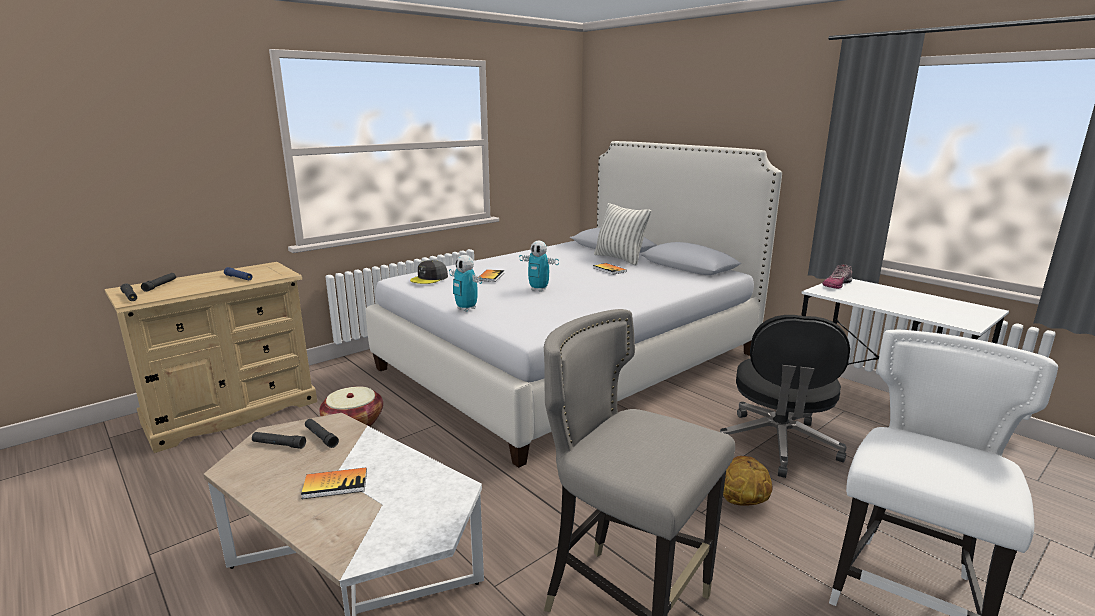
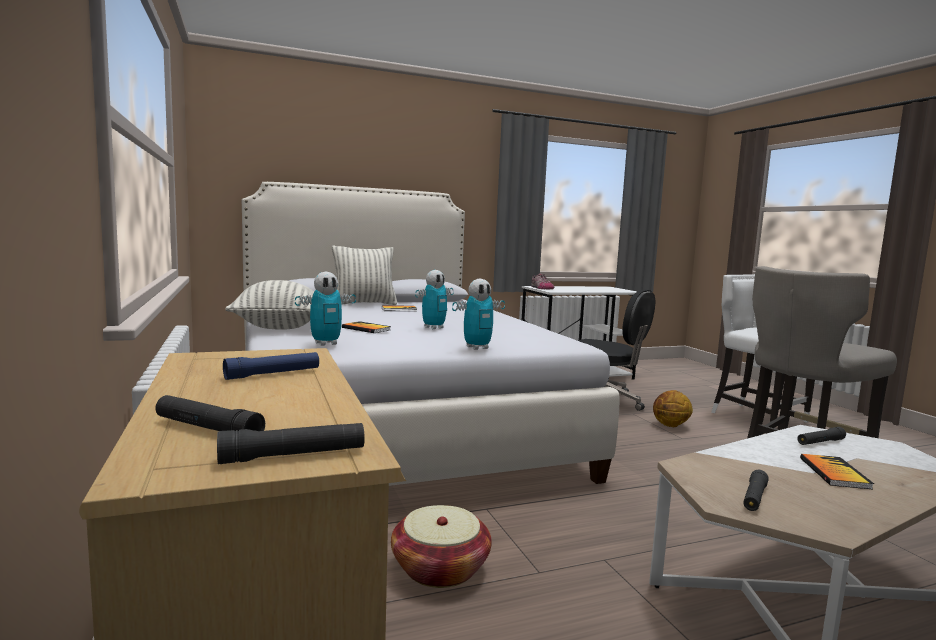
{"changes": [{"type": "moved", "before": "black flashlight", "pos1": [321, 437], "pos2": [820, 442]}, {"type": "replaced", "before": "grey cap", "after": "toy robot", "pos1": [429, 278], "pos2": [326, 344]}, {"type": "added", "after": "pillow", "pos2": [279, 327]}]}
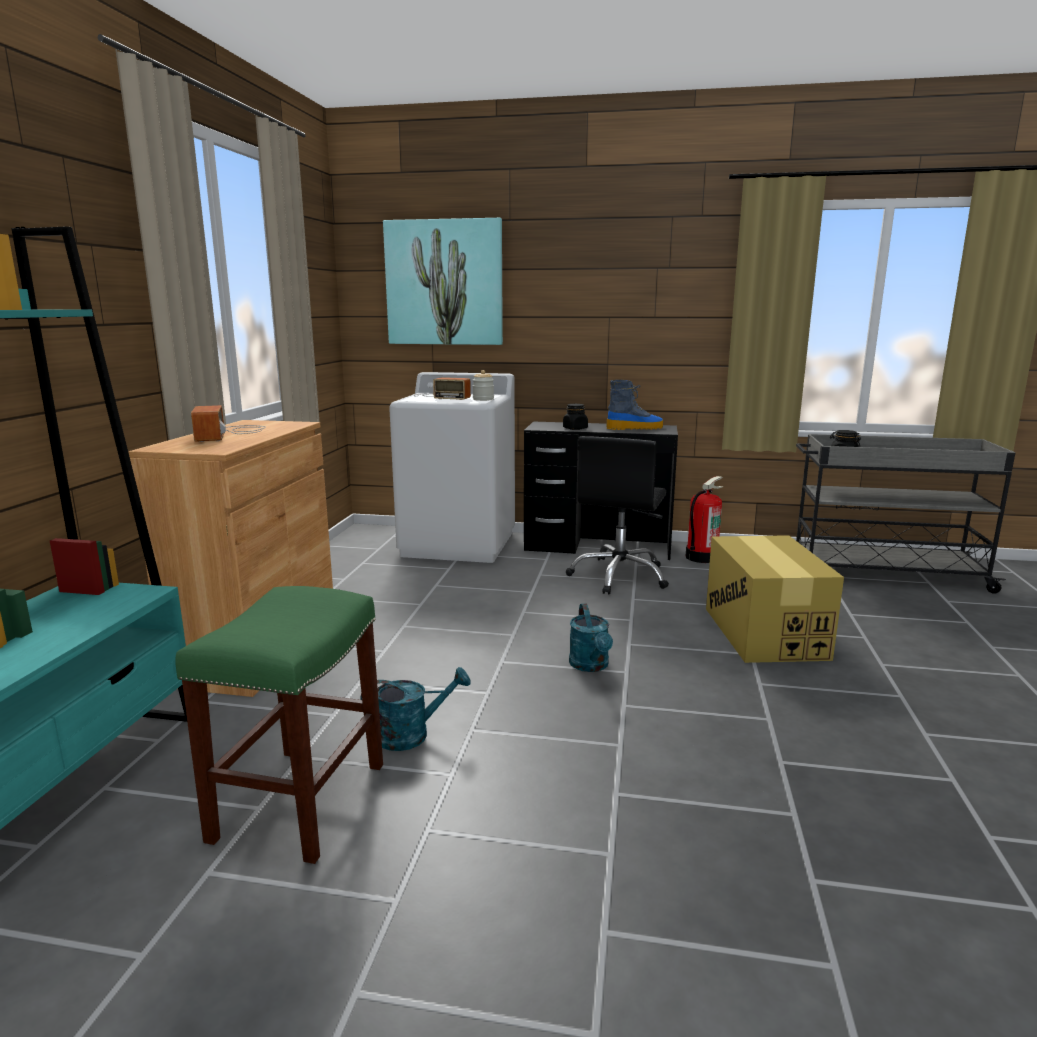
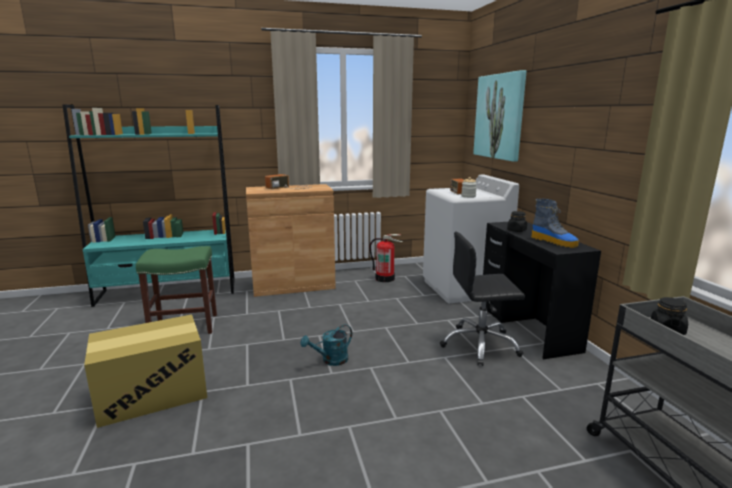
{"changes": [{"type": "removed", "before": "turquoise watering can", "pos1": [412, 735]}, {"type": "moved", "before": "fire extinguisher", "pos1": [701, 557], "pos2": [385, 278]}, {"type": "moved", "before": "cardboard box", "pos1": [764, 632], "pos2": [153, 394]}]}
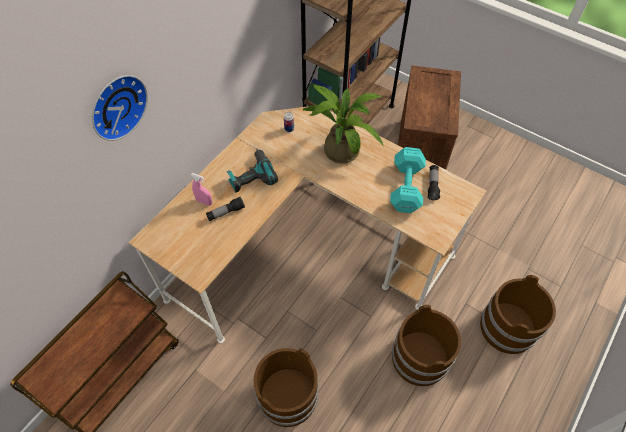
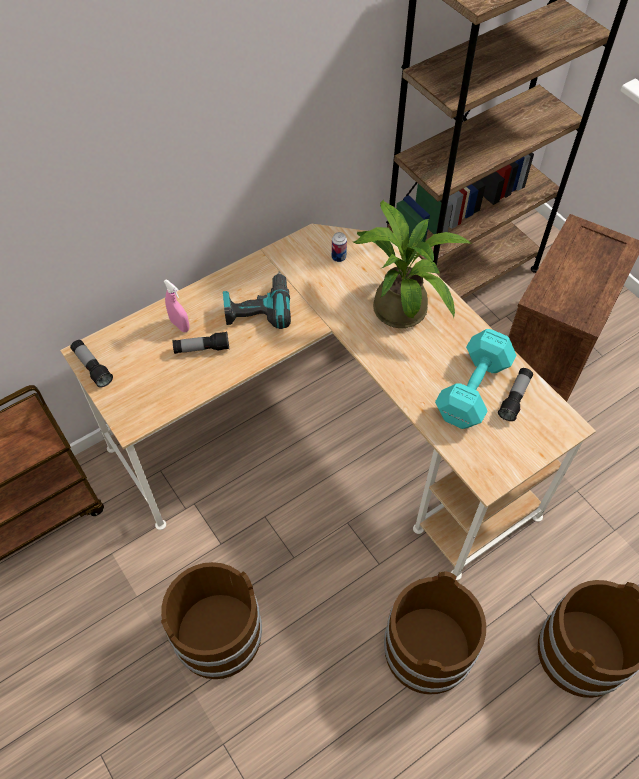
{"changes": [{"type": "removed", "before": "wall clock", "pos1": [116, 105]}, {"type": "added", "after": "flashlight", "pos2": [92, 367]}]}
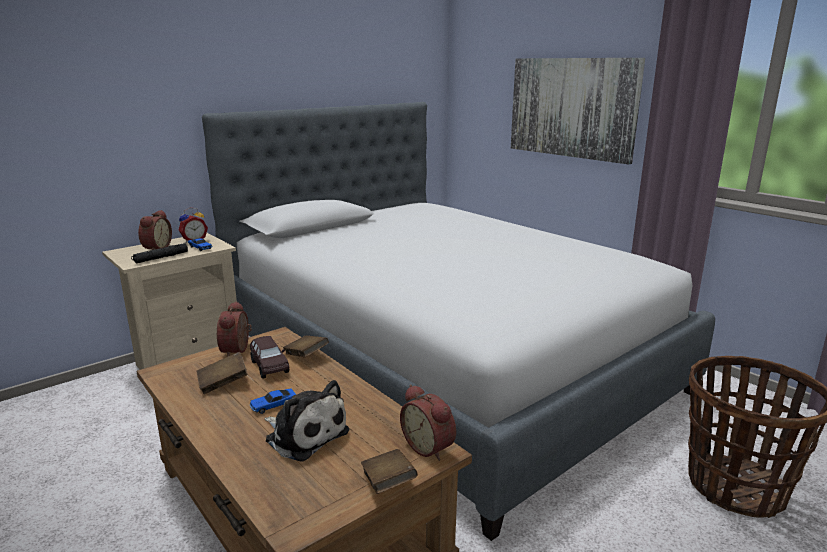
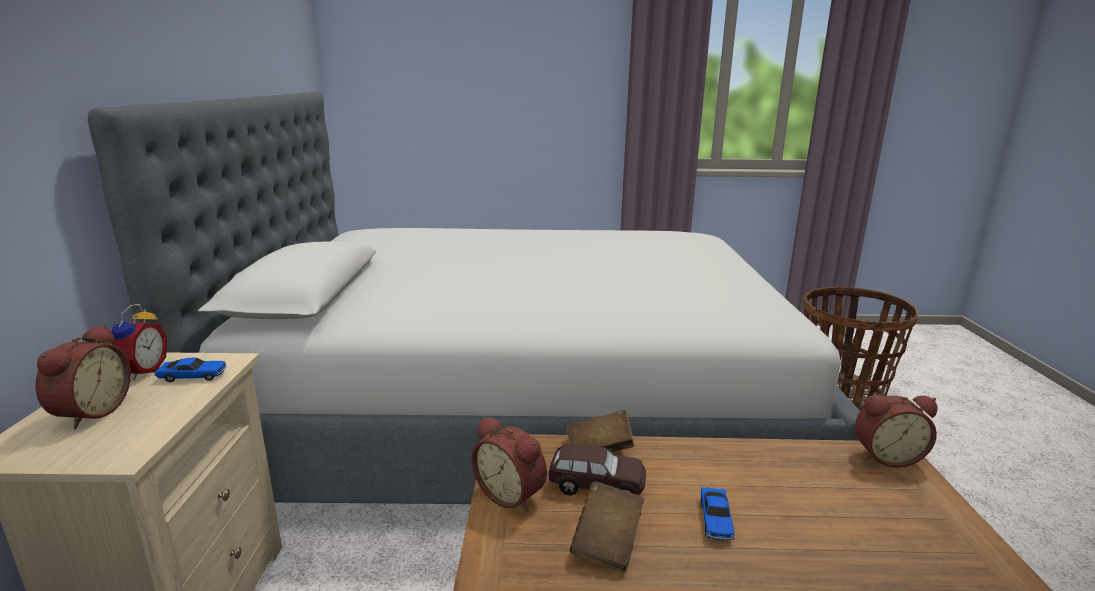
{"changes": [{"type": "removed", "before": "black flashlight", "pos1": [161, 258]}, {"type": "turned", "before": "alarm clock", "pos1": [156, 248], "pos2": [90, 412], "turn": 45}, {"type": "removed", "before": "plush toy", "pos1": [304, 434]}, {"type": "removed", "before": "brown book", "pos1": [388, 483]}, {"type": "removed", "before": "picture", "pos1": [572, 108]}]}
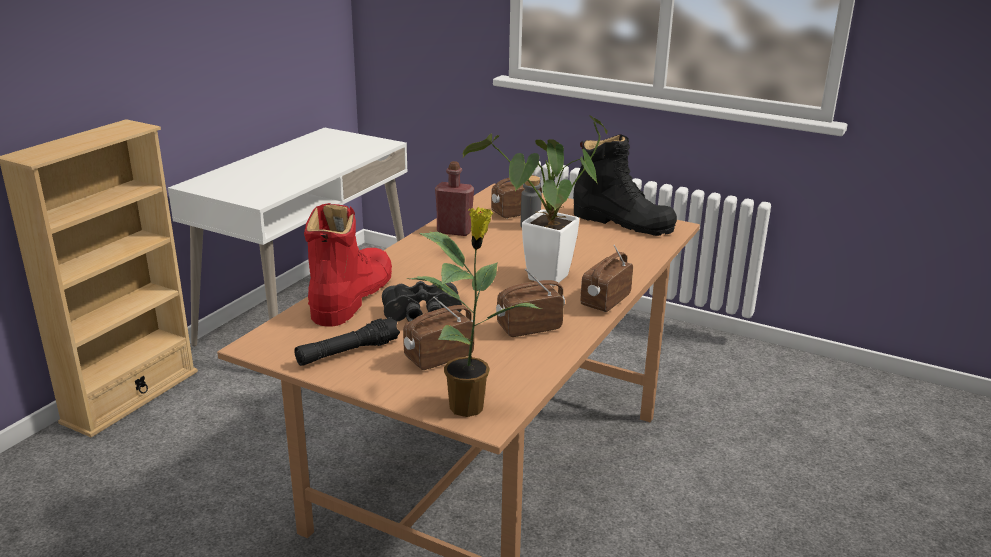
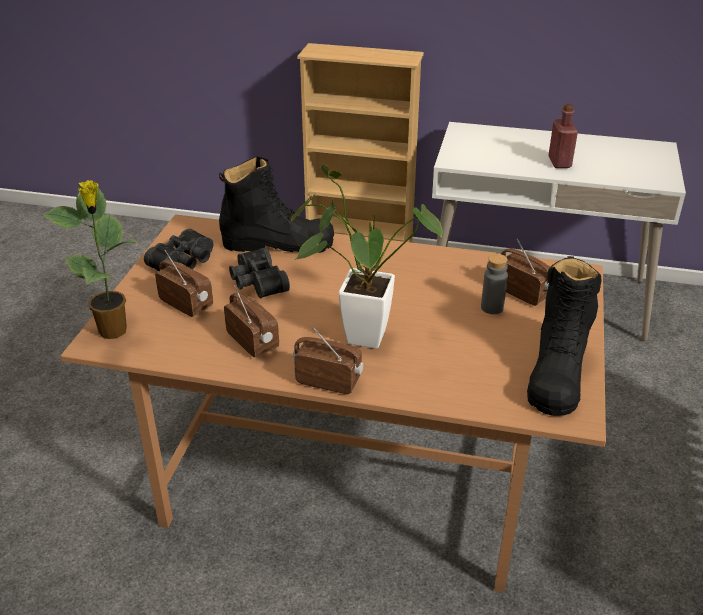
{"changes": [{"type": "replaced", "before": "black flashlight", "after": "black binoculars", "pos1": [347, 352], "pos2": [185, 262]}, {"type": "recoloured", "before": "red boot", "after": "black boot", "pos1": [351, 296], "pos2": [278, 243]}, {"type": "moved", "before": "red bottle", "pos1": [454, 231], "pos2": [559, 162]}]}
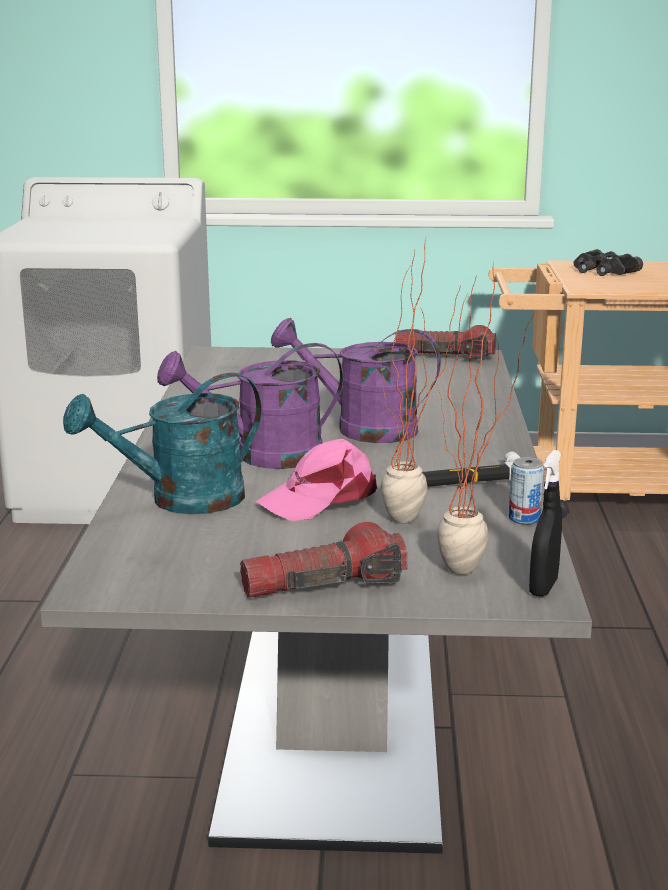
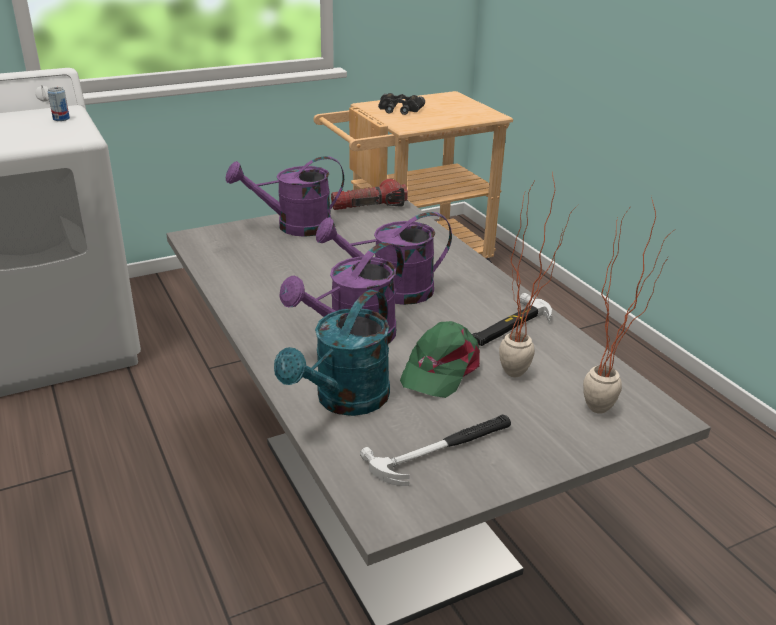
{"changes": [{"type": "removed", "before": "flashlight", "pos1": [324, 585]}, {"type": "recoloured", "before": "pink cap", "after": "green cap", "pos1": [321, 498], "pos2": [440, 369]}, {"type": "moved", "before": "can", "pos1": [524, 518], "pos2": [61, 119]}, {"type": "removed", "before": "black spray bottle", "pos1": [543, 587]}, {"type": "added", "after": "purple watering can", "pos2": [294, 227]}, {"type": "added", "after": "hammer", "pos2": [442, 450]}]}
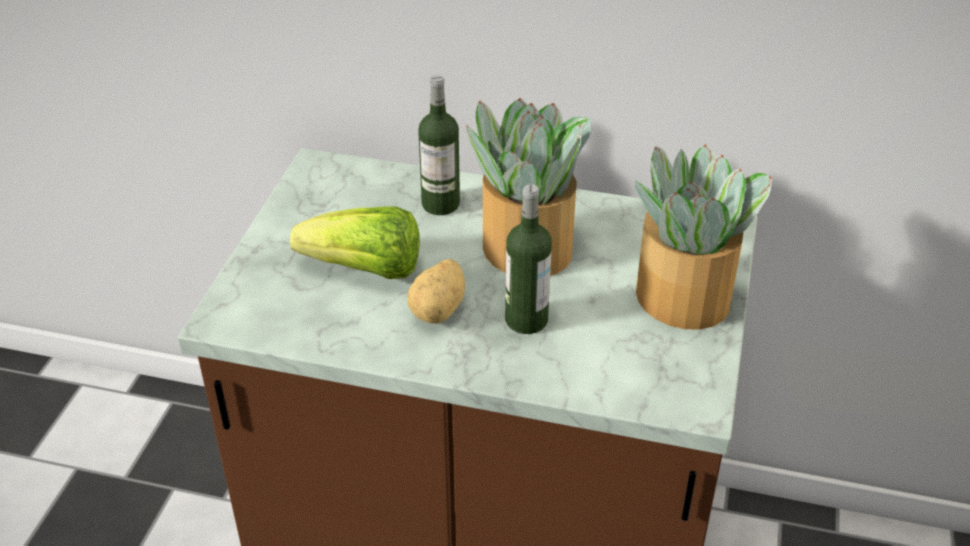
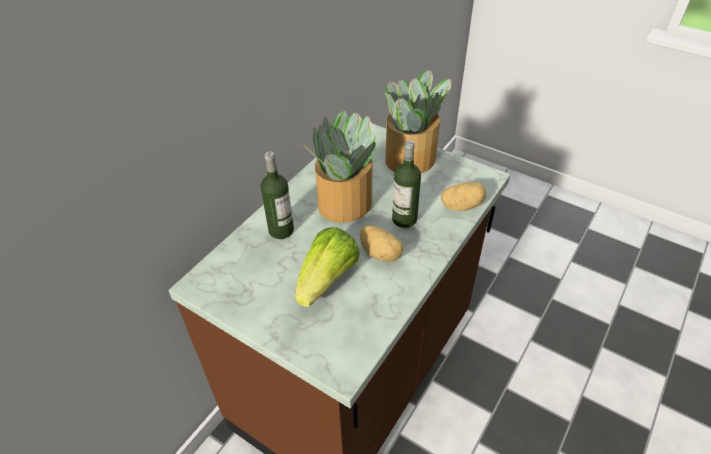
{"changes": [{"type": "added", "after": "potato", "pos2": [461, 205]}]}
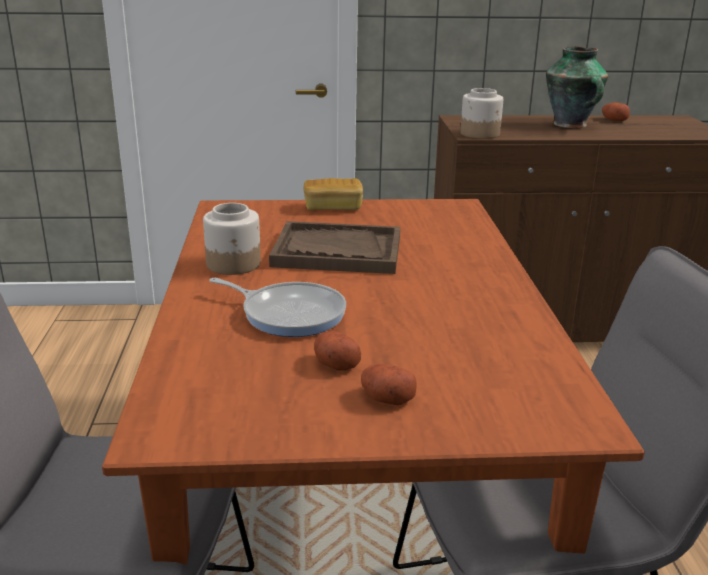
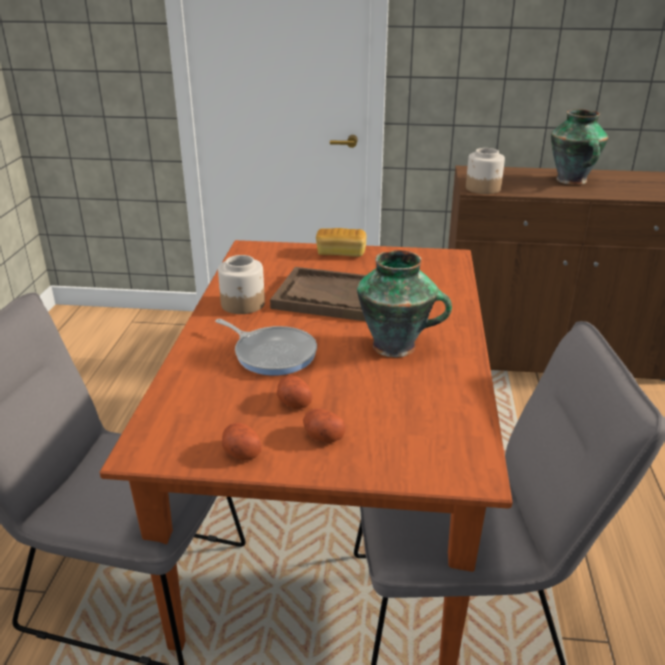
{"changes": [{"type": "moved", "before": "potato", "pos1": [613, 120], "pos2": [241, 451]}, {"type": "added", "after": "vase", "pos2": [396, 347]}]}
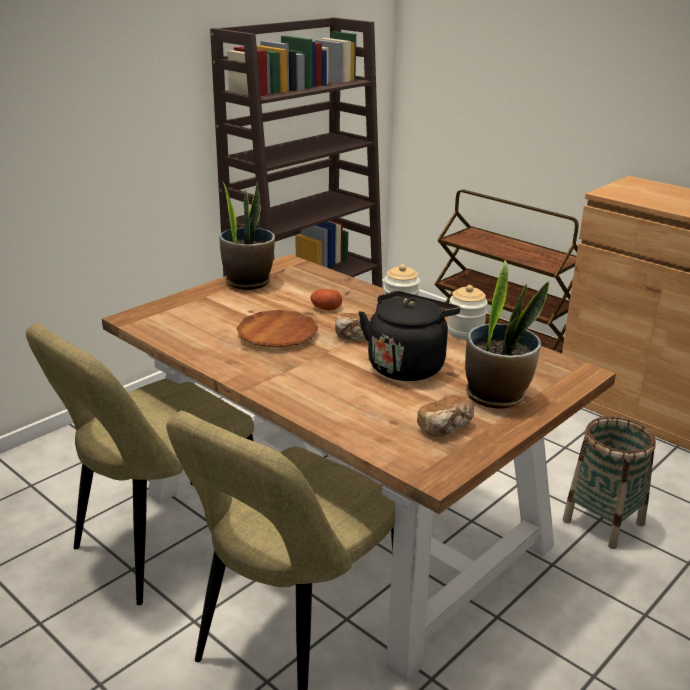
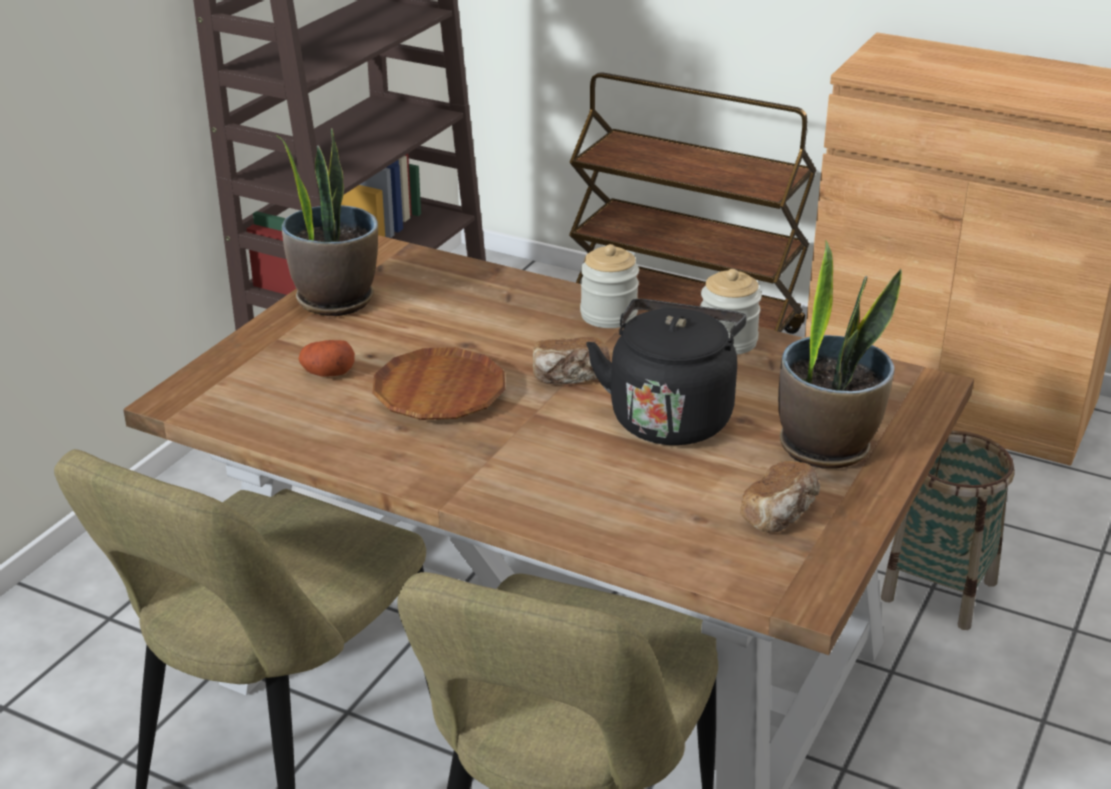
{"changes": [{"type": "moved", "before": "potato", "pos1": [325, 308], "pos2": [327, 373]}]}
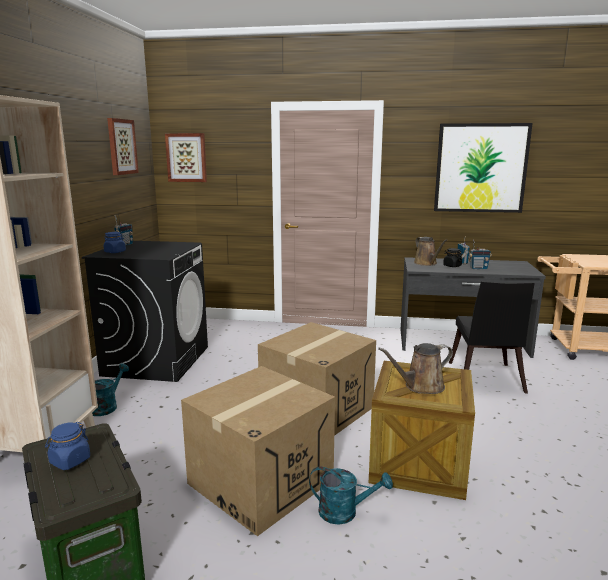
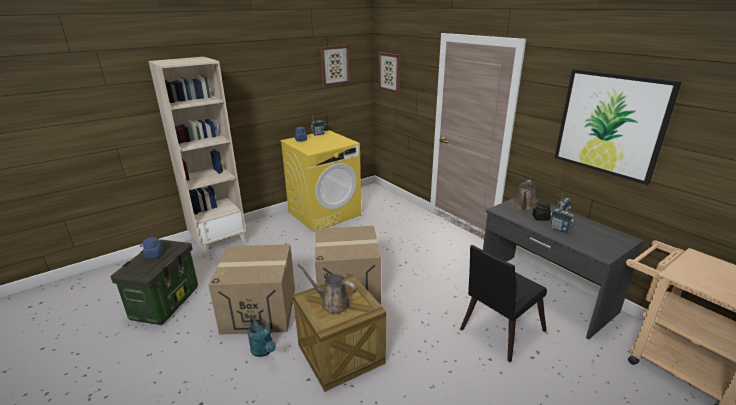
{"changes": [{"type": "recoloured", "before": "black washing machine", "after": "yellow washing machine", "pos1": [157, 360], "pos2": [324, 213]}, {"type": "removed", "before": "turquoise watering can", "pos1": [107, 406]}]}
